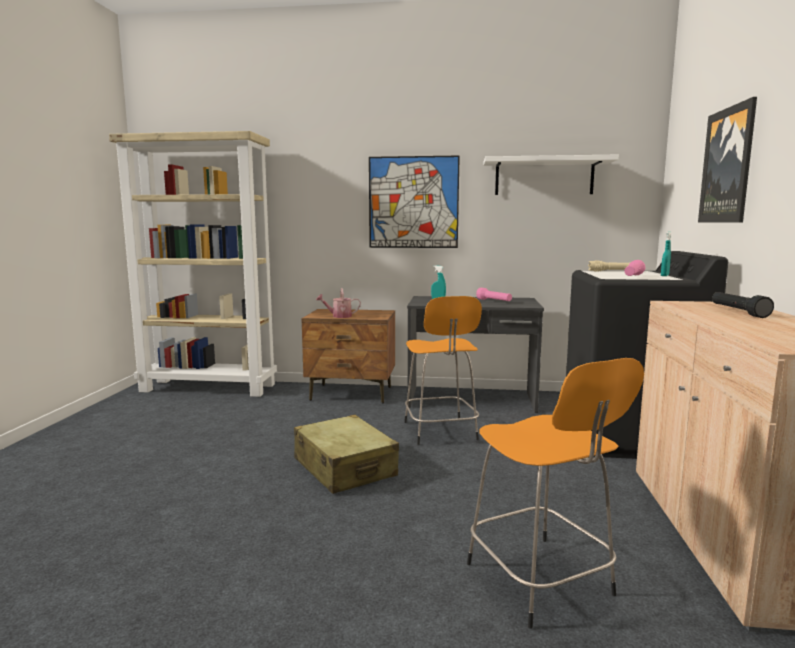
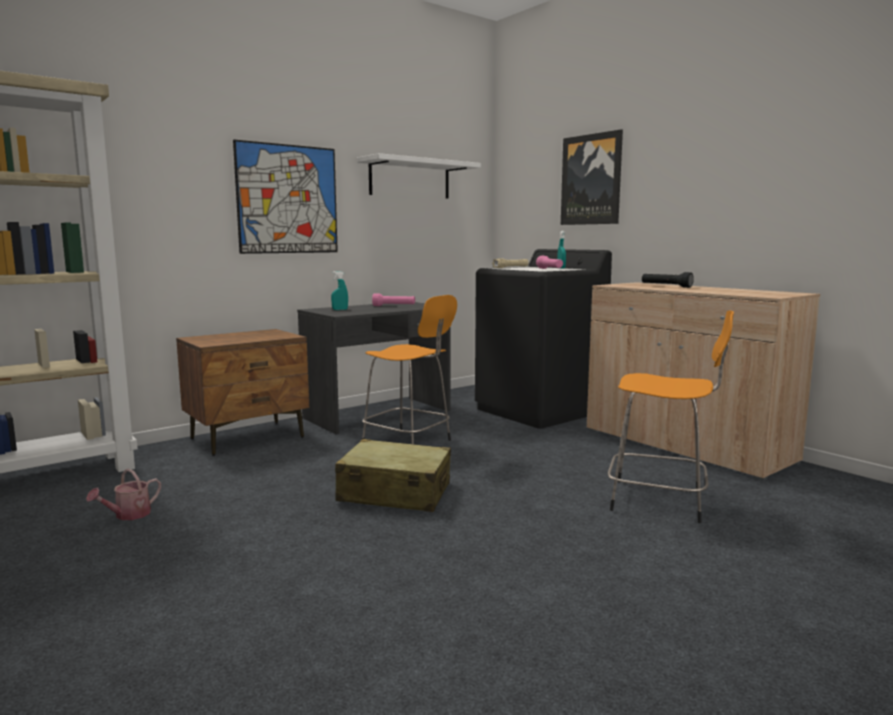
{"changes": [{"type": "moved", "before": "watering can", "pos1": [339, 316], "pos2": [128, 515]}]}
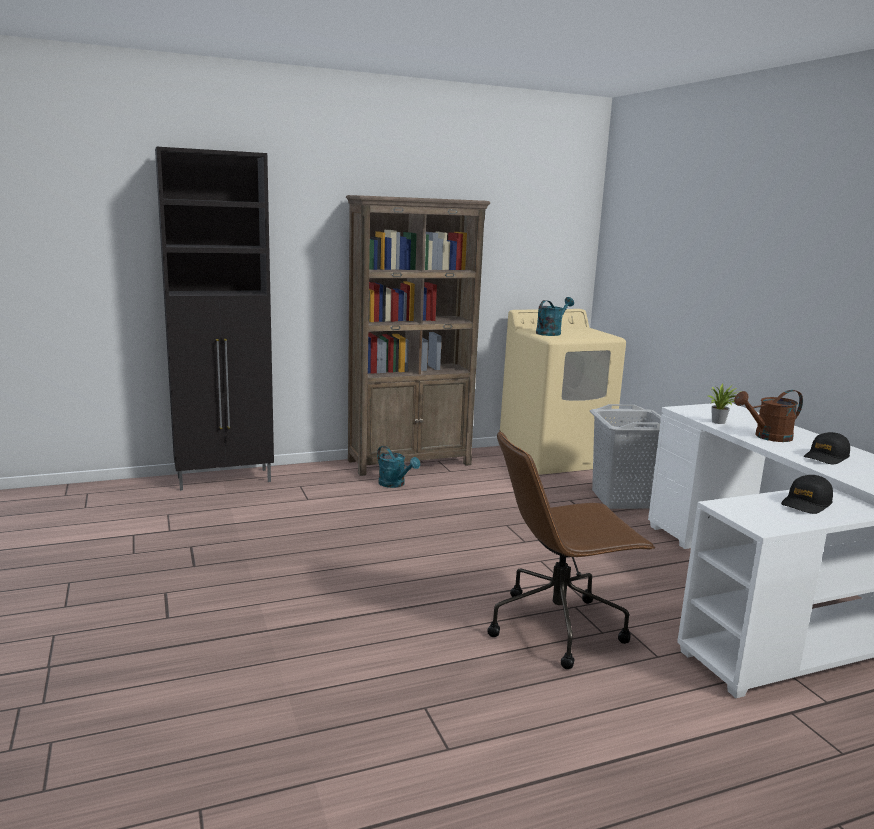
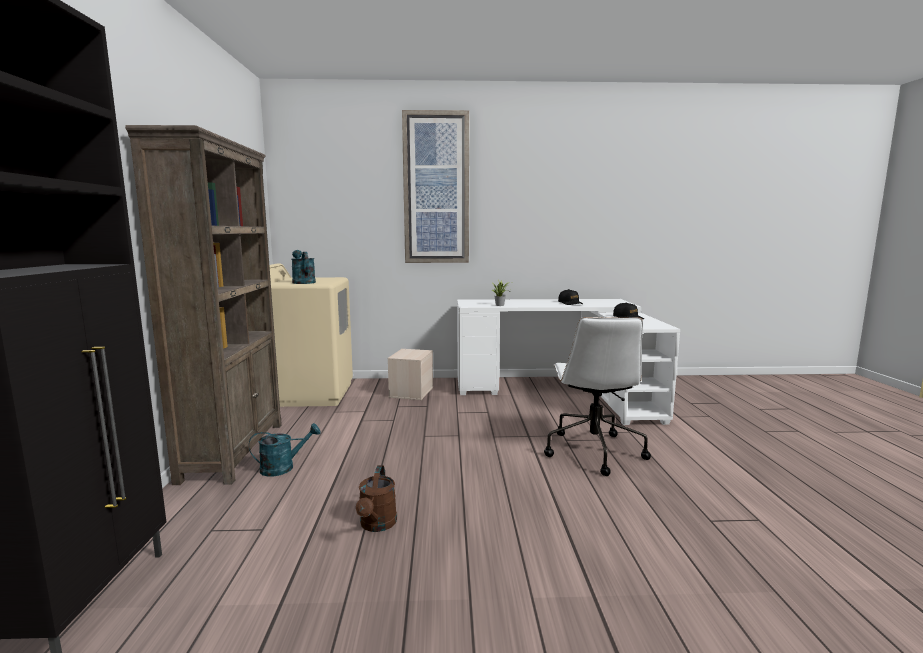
{"changes": [{"type": "recoloured", "before": "brown office chair", "after": "white office chair", "pos1": [558, 626], "pos2": [593, 451]}, {"type": "replaced", "before": "grey laundry basket", "after": "beige storage box", "pos1": [623, 499], "pos2": [411, 392]}, {"type": "moved", "before": "brown watering can", "pos1": [767, 437], "pos2": [377, 525]}, {"type": "added", "after": "picture", "pos2": [436, 189]}]}
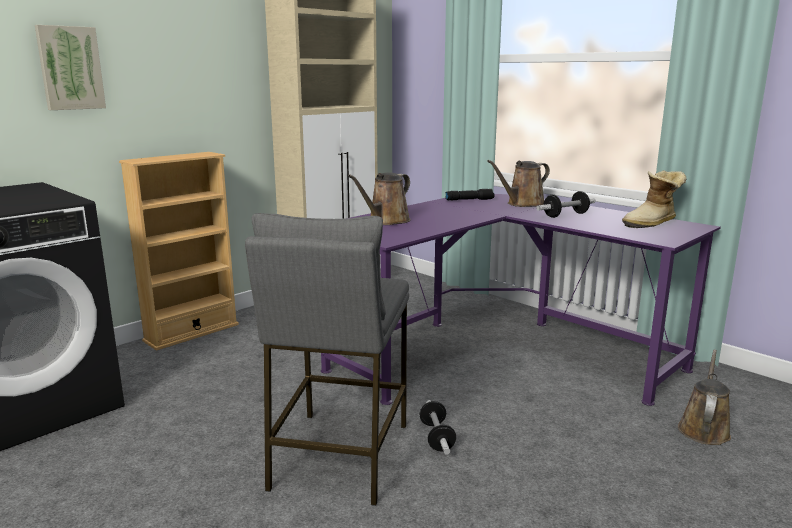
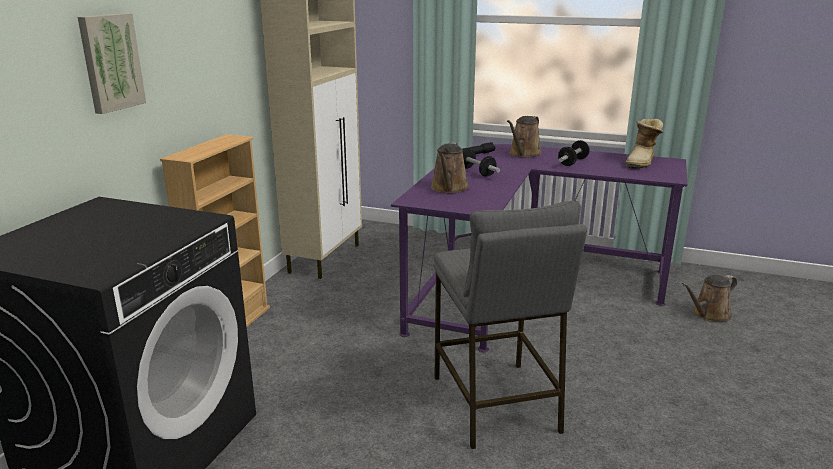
{"changes": [{"type": "moved", "before": "dumbbell", "pos1": [437, 437], "pos2": [477, 172]}, {"type": "turned", "before": "brown watering can", "pos1": [703, 429], "pos2": [708, 314], "turn": -120}]}
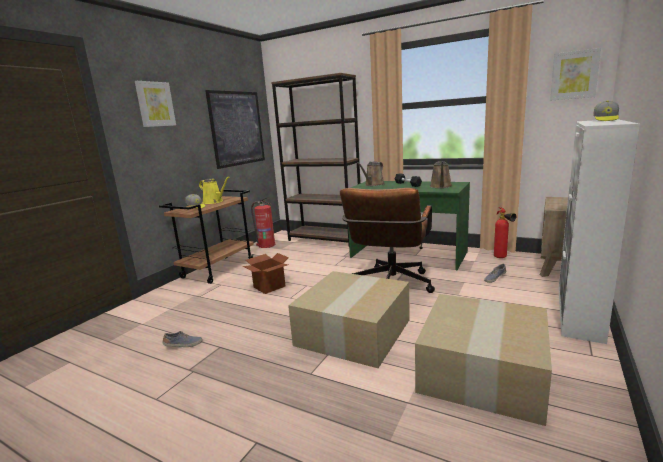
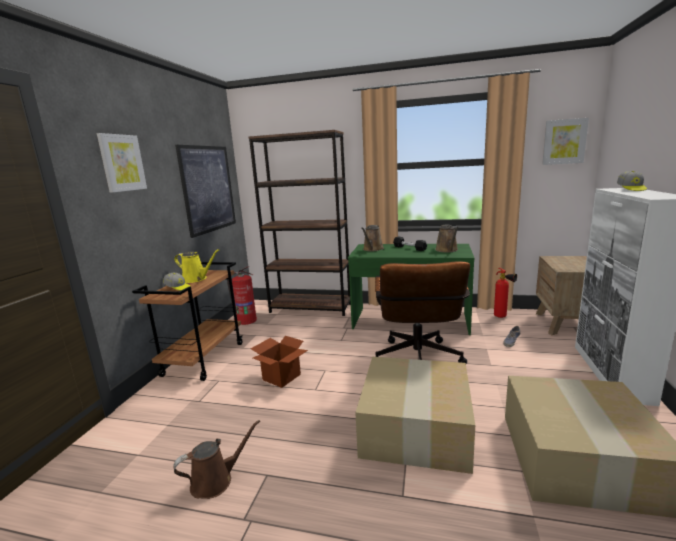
{"changes": [{"type": "replaced", "before": "shoe", "after": "brown watering can", "pos1": [183, 345], "pos2": [216, 480]}]}
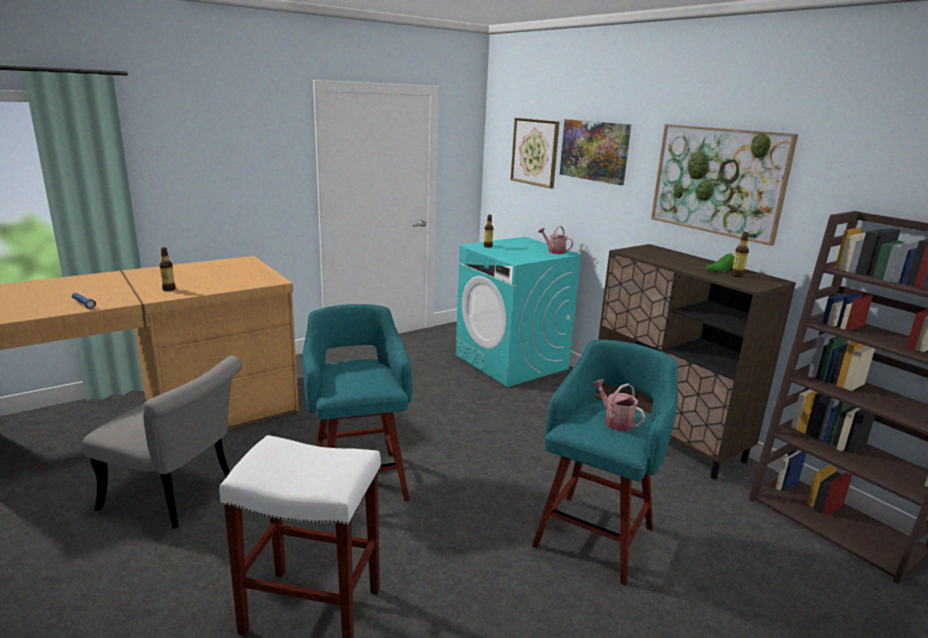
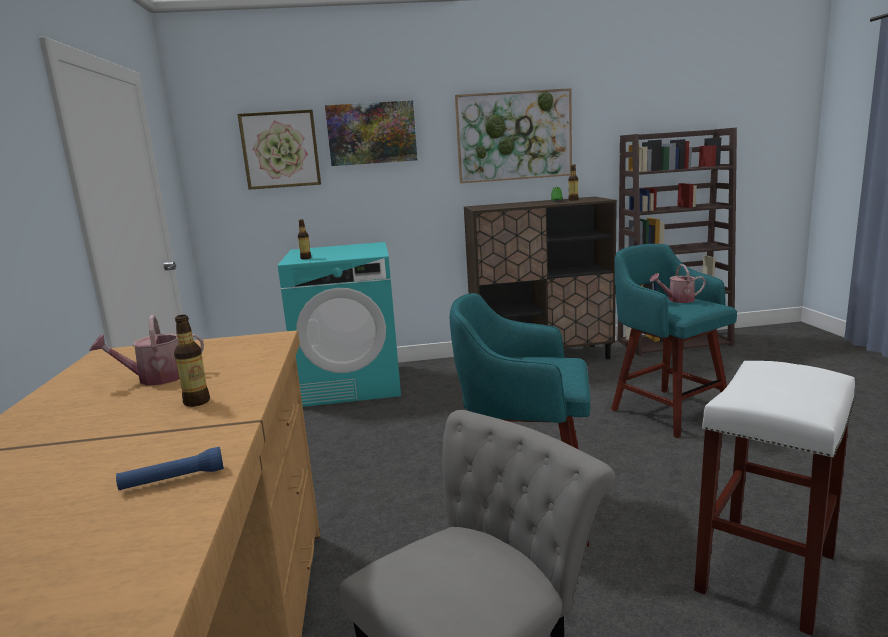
{"changes": [{"type": "moved", "before": "watering can", "pos1": [554, 251], "pos2": [155, 378]}]}
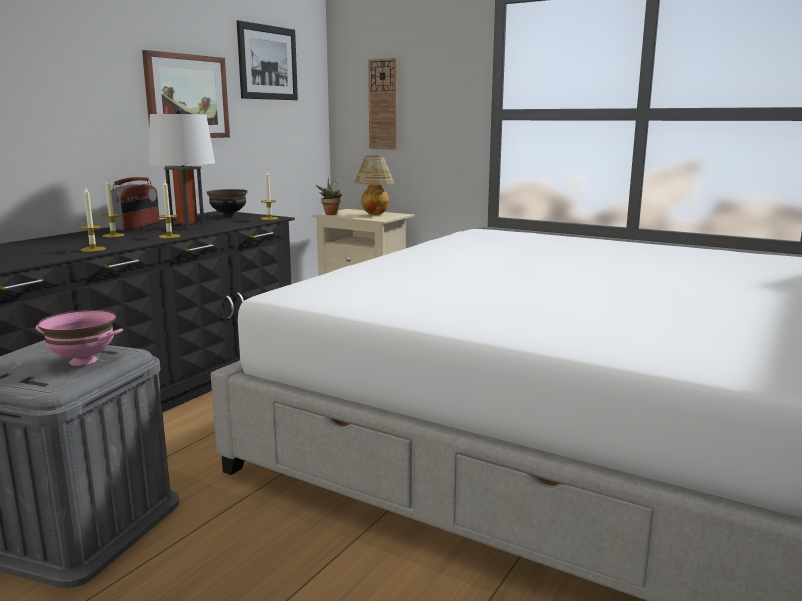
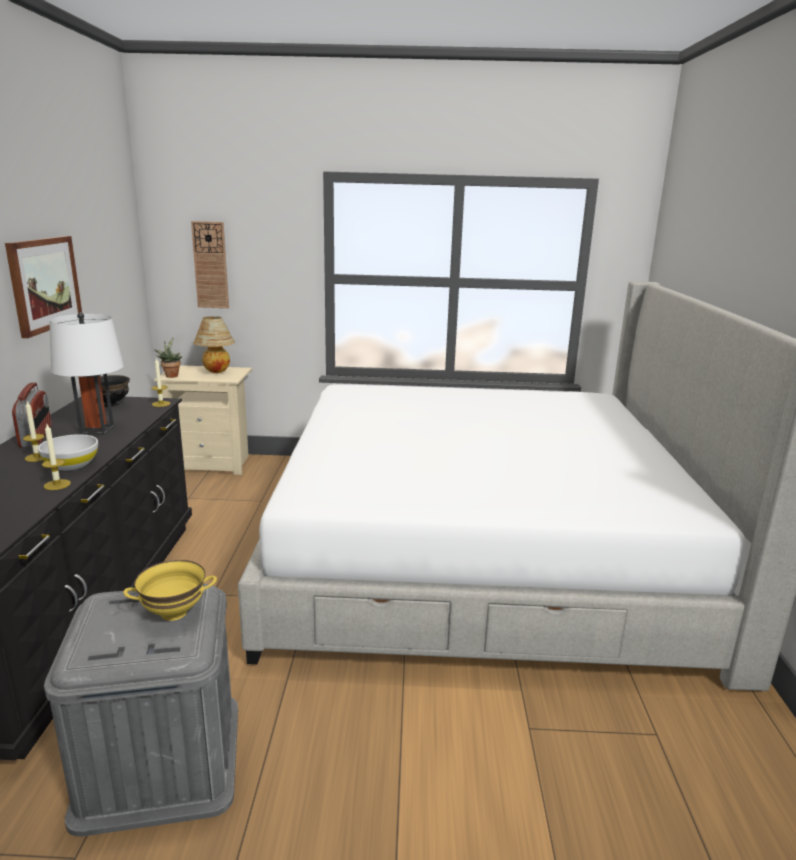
{"changes": [{"type": "recoloured", "before": "pink bowl", "after": "yellow bowl", "pos1": [84, 361], "pos2": [174, 612]}, {"type": "removed", "before": "candle", "pos1": [169, 236]}, {"type": "removed", "before": "picture", "pos1": [268, 62]}, {"type": "added", "after": "white bowl", "pos2": [71, 465]}]}
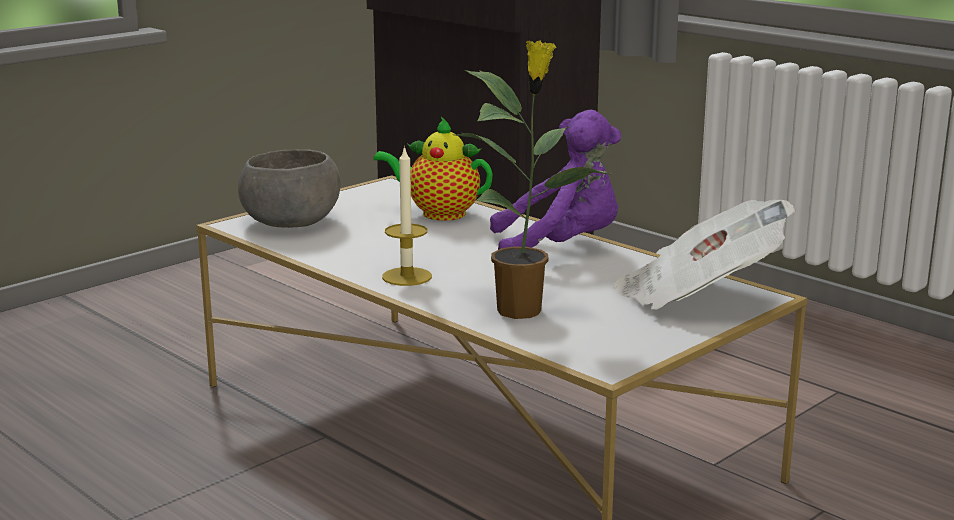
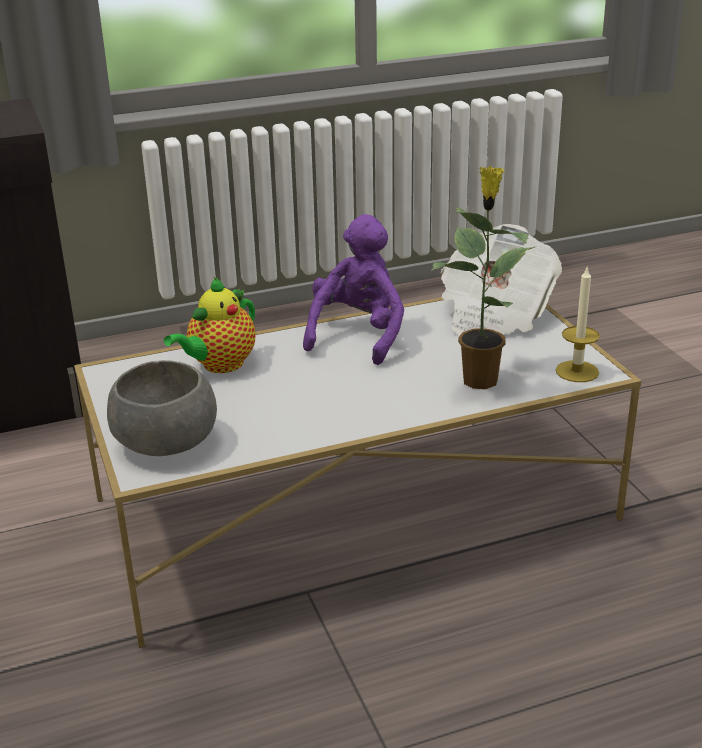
{"changes": [{"type": "moved", "before": "candle", "pos1": [407, 276], "pos2": [577, 371]}]}
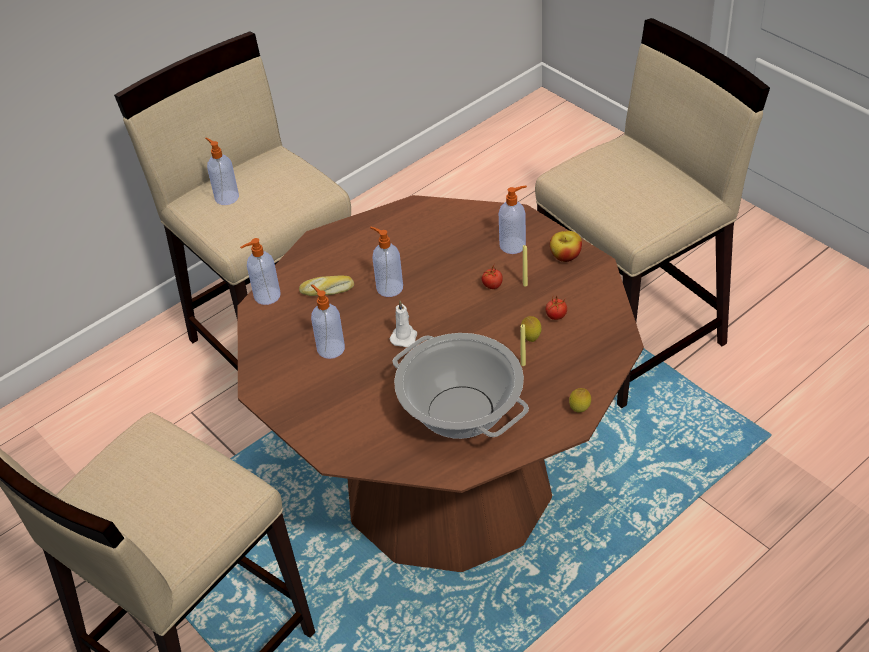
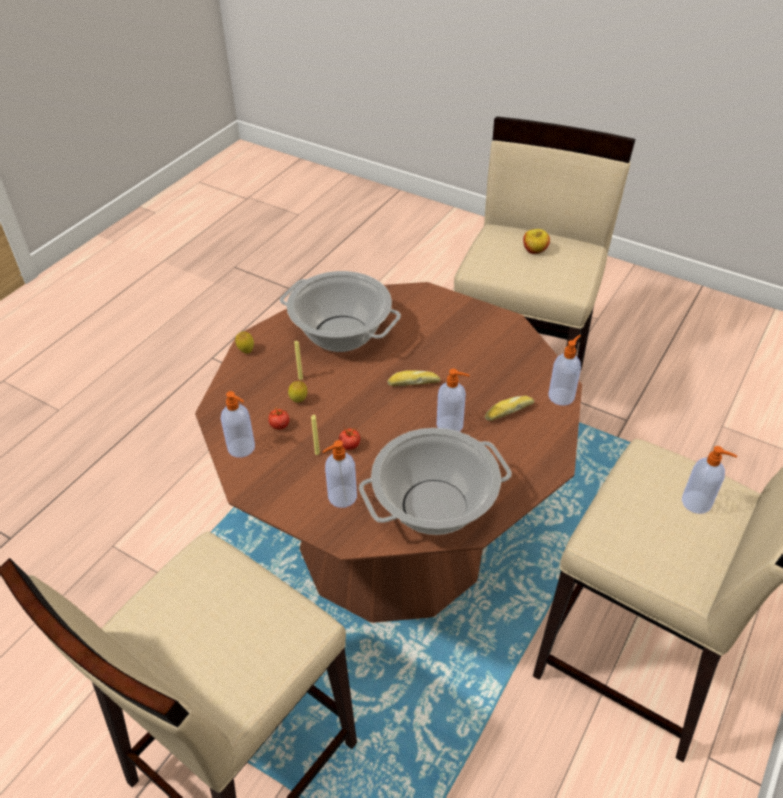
{"changes": [{"type": "moved", "before": "soap dispenser", "pos1": [330, 348], "pos2": [242, 448]}, {"type": "replaced", "before": "white candle", "after": "bread", "pos1": [404, 336], "pos2": [413, 383]}, {"type": "moved", "before": "apple", "pos1": [565, 256], "pos2": [534, 250]}, {"type": "added", "after": "cooking pot", "pos2": [434, 507]}]}
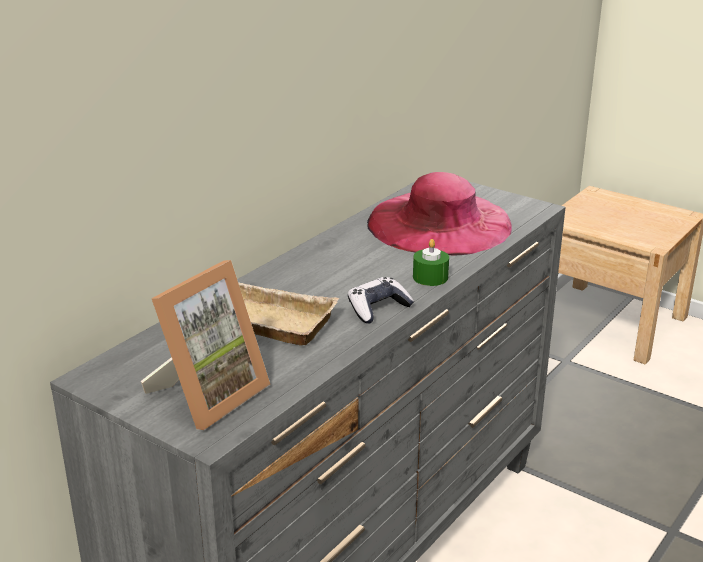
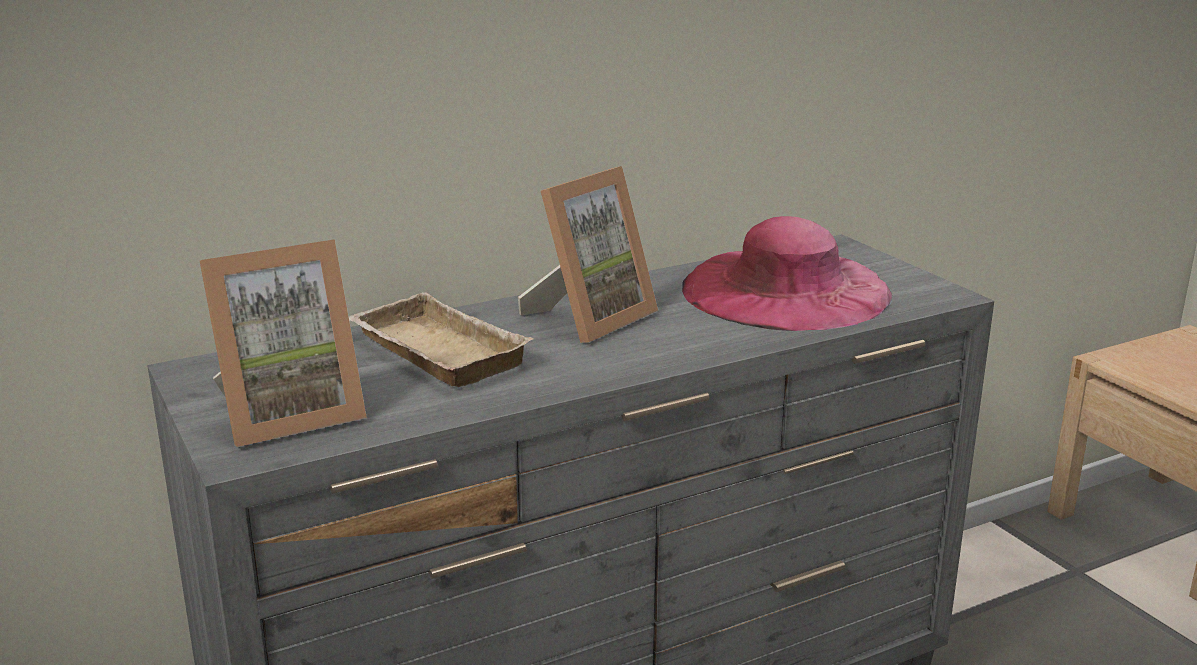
{"changes": [{"type": "removed", "before": "game controller", "pos1": [378, 308]}, {"type": "removed", "before": "green candle", "pos1": [430, 277]}, {"type": "added", "after": "picture frame", "pos2": [589, 318]}]}
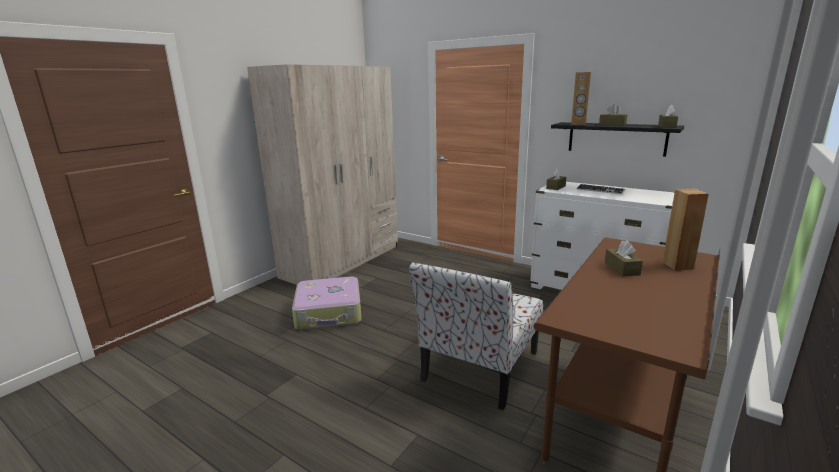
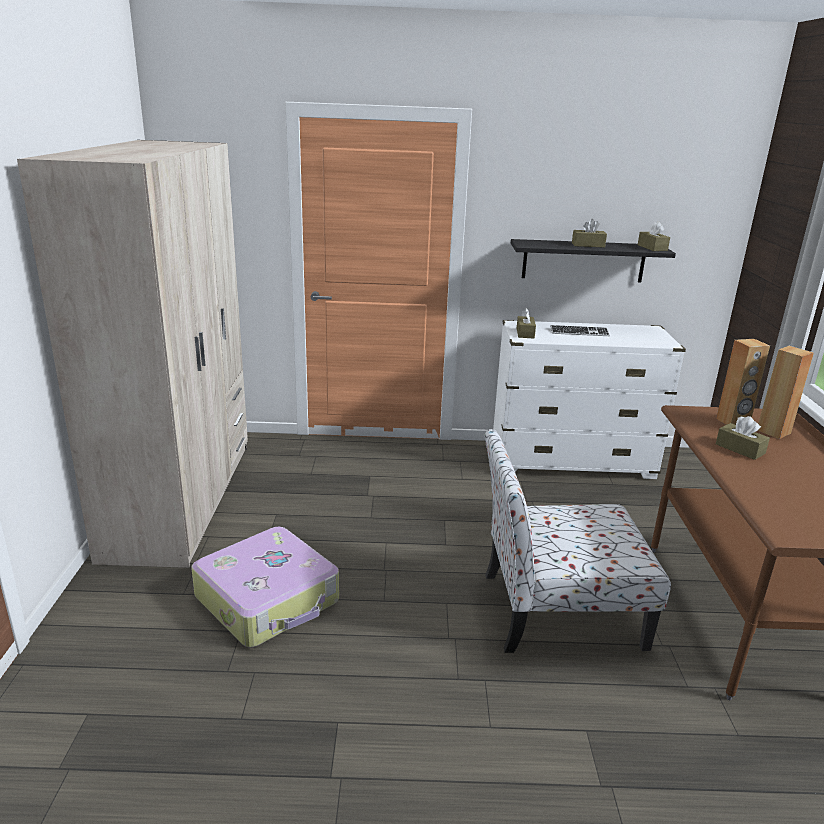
{"changes": [{"type": "turned", "before": "chair", "pos1": [479, 367], "pos2": [557, 610], "turn": 90}, {"type": "moved", "before": "brown speaker", "pos1": [578, 124], "pos2": [733, 422]}]}
